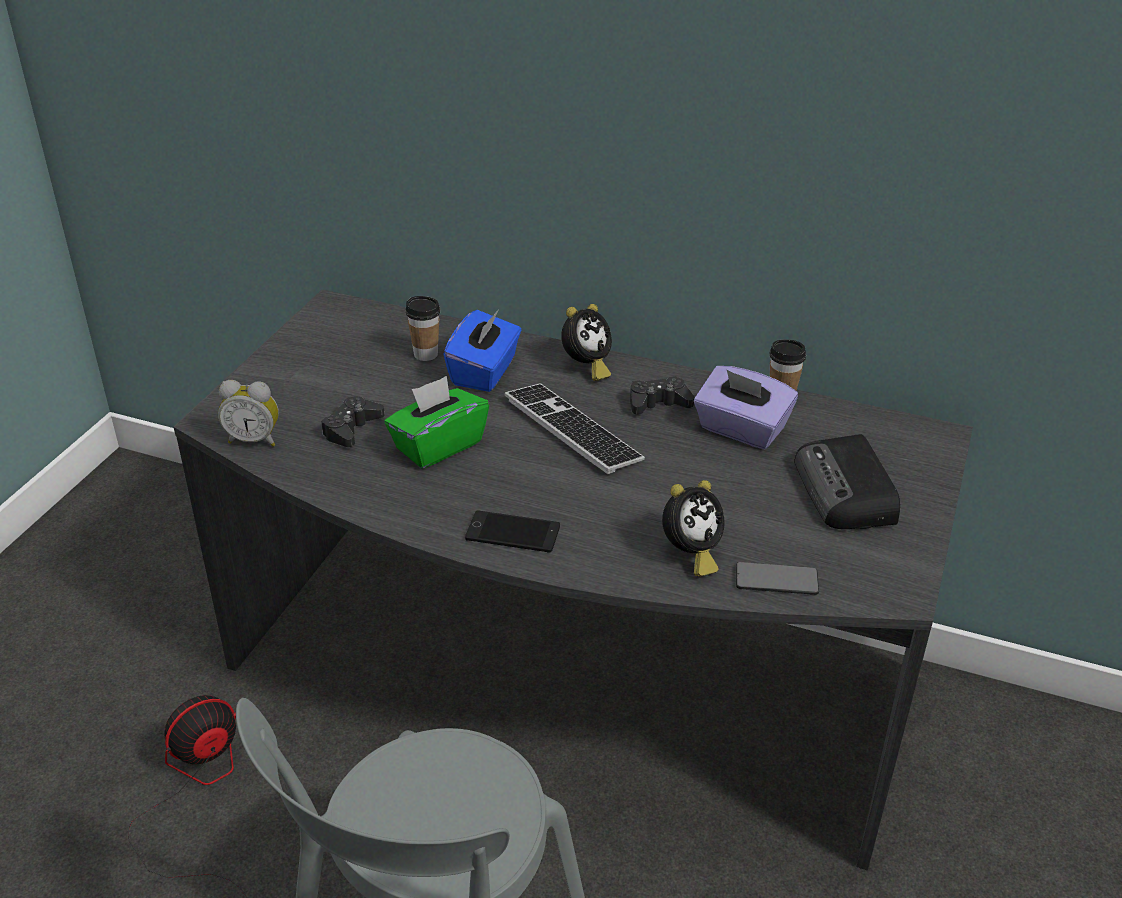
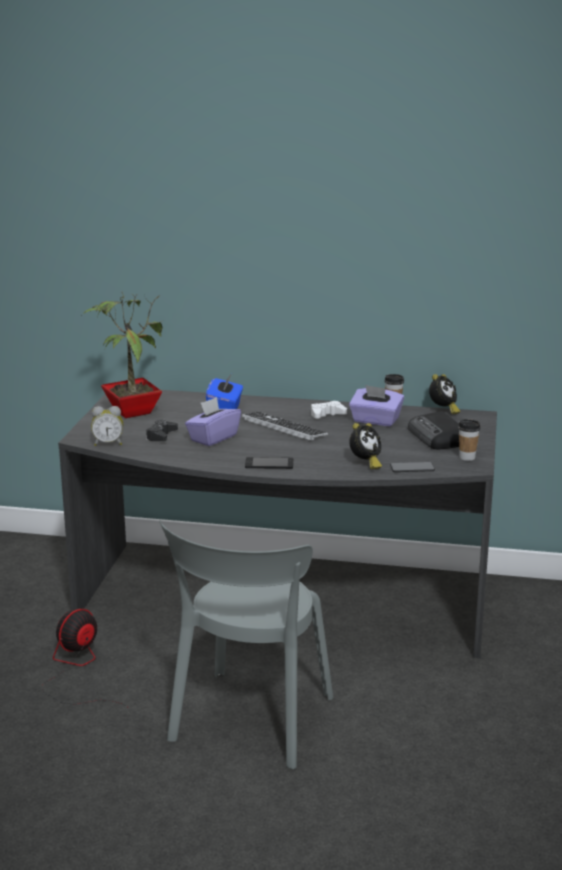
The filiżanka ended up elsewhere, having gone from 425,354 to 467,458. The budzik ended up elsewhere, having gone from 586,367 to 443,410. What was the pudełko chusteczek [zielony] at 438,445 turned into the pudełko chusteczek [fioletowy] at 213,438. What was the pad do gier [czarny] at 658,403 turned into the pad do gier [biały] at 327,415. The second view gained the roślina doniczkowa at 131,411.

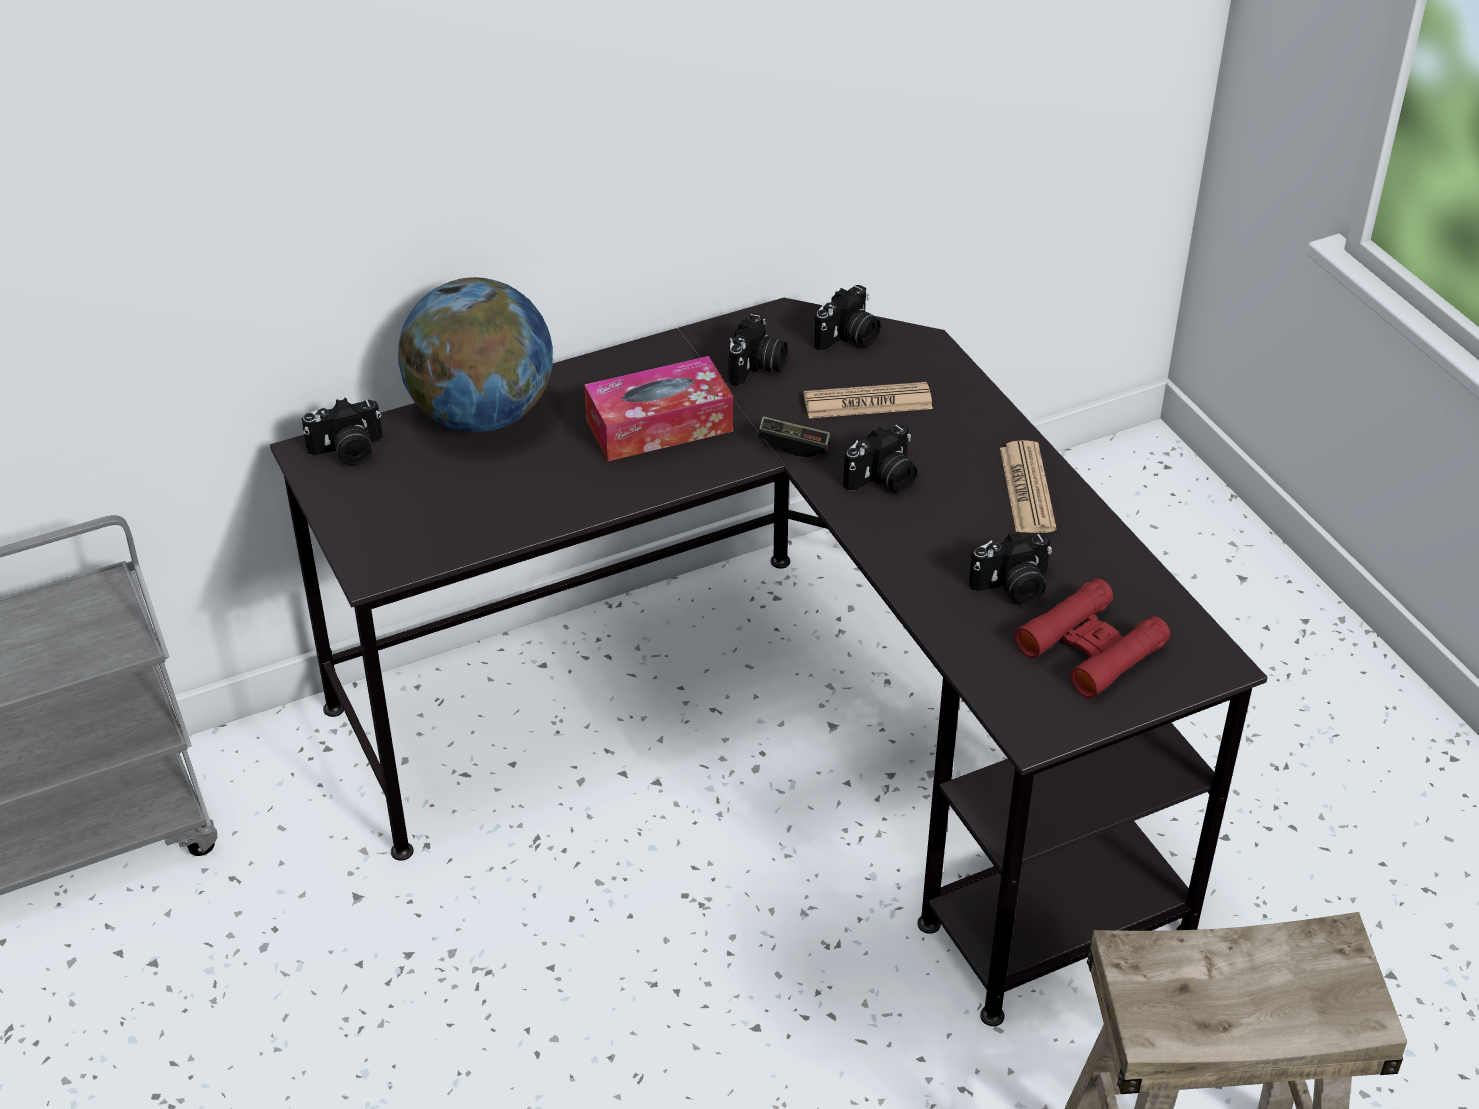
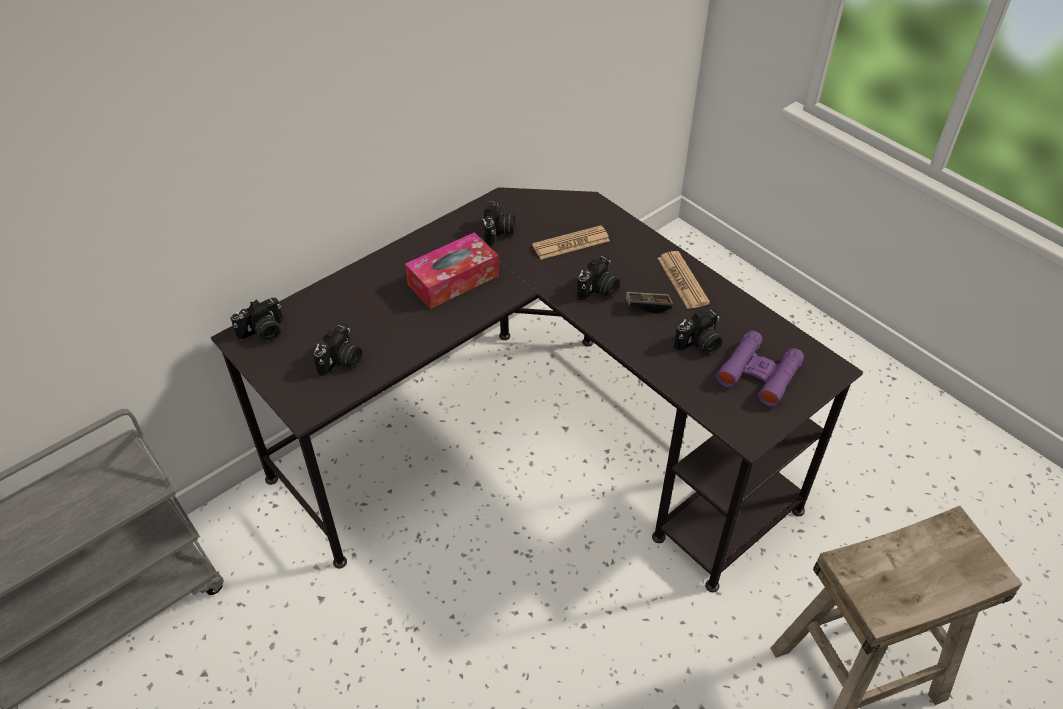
The second view lost the globus at 482,415. The aparat fotograficzny ended up elsewhere, having gone from 849,338 to 341,361. The pad do gier ended up elsewhere, having gone from 793,445 to 648,306. What was the lornetka [czerwony] at 1091,648 turned into the lornetka [fioletowy] at 759,373.

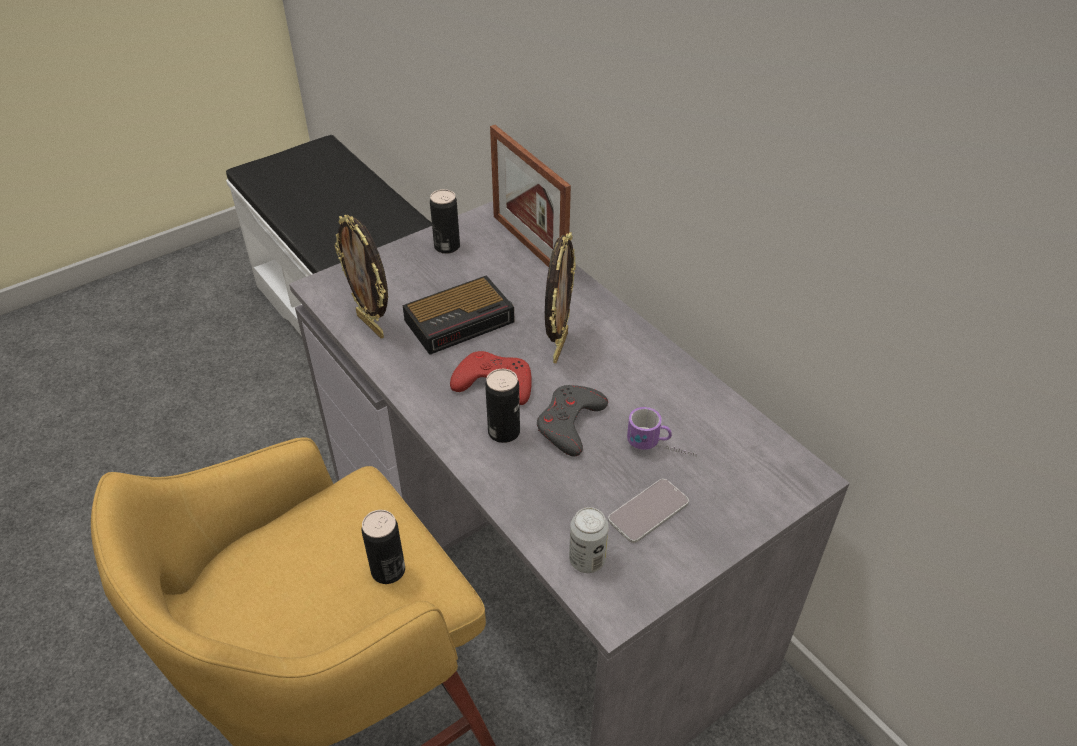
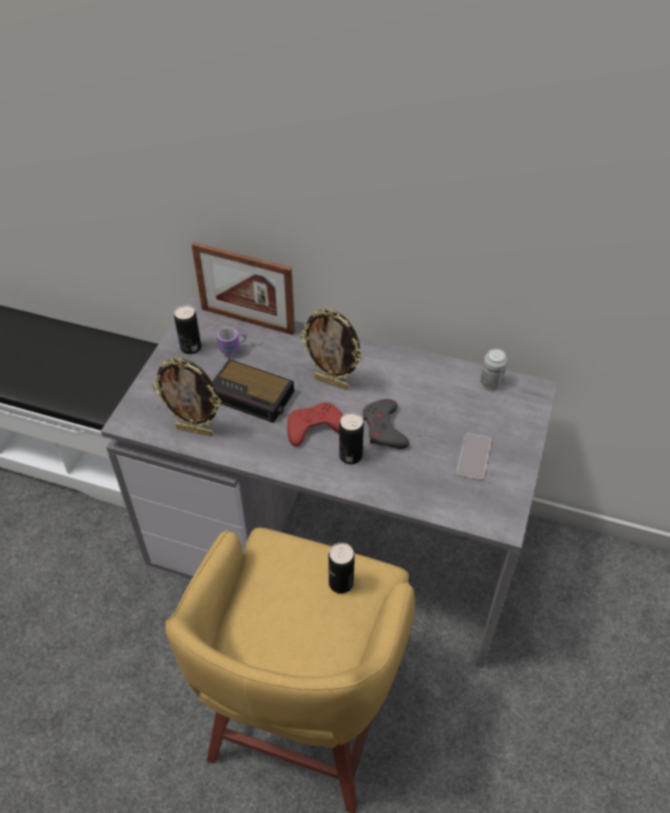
The ramka na zdjęcie at 558,347 ended up facing another way, 135 degrees clockwise from before. The budzik at 461,320 ended up facing another way, 90 degrees clockwise from before. The kubek ended up elsewhere, having gone from 661,449 to 242,349. The puszka ended up elsewhere, having gone from 587,560 to 490,383.

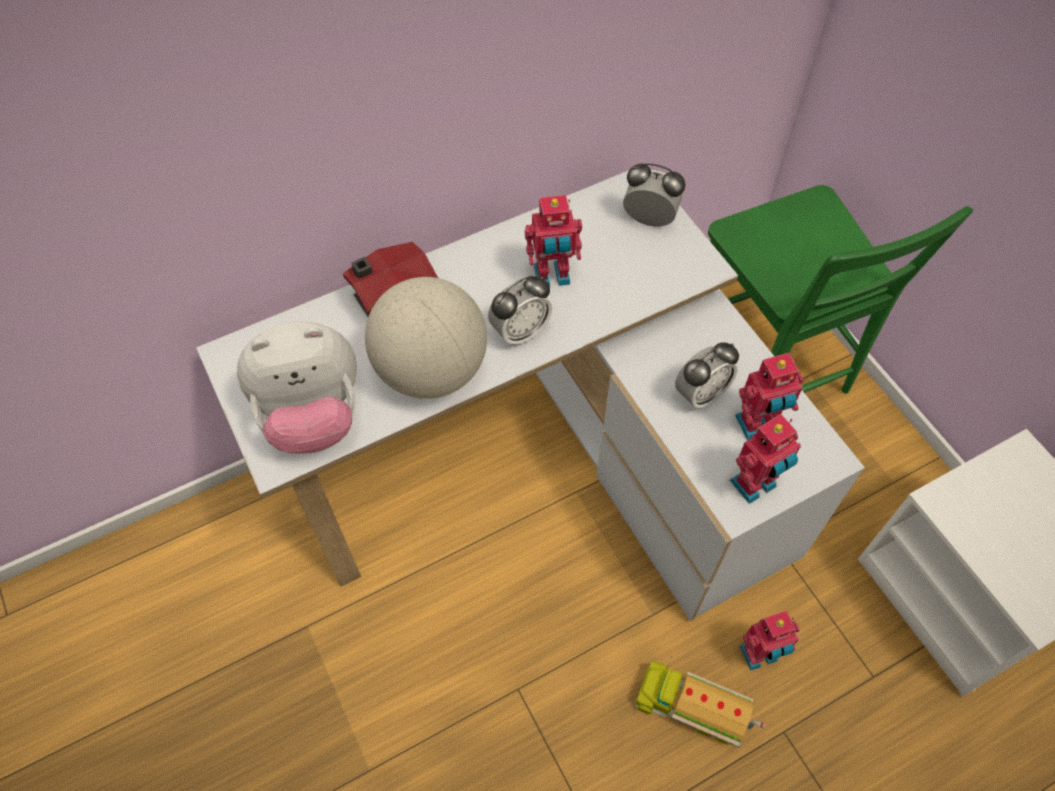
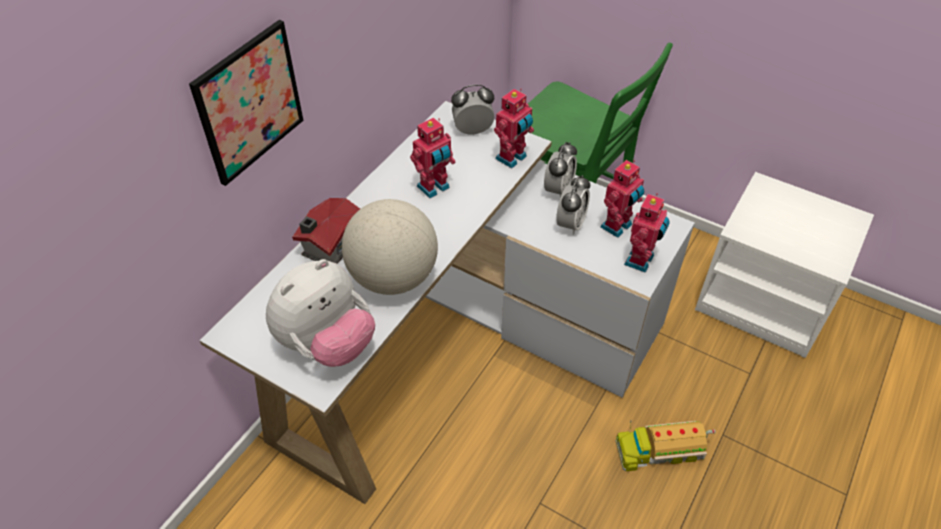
The budzik ended up elsewhere, having gone from 520,332 to 558,190. The robot zabawkowy ended up elsewhere, having gone from 759,655 to 512,158. The second view gained the obraz at 249,102.

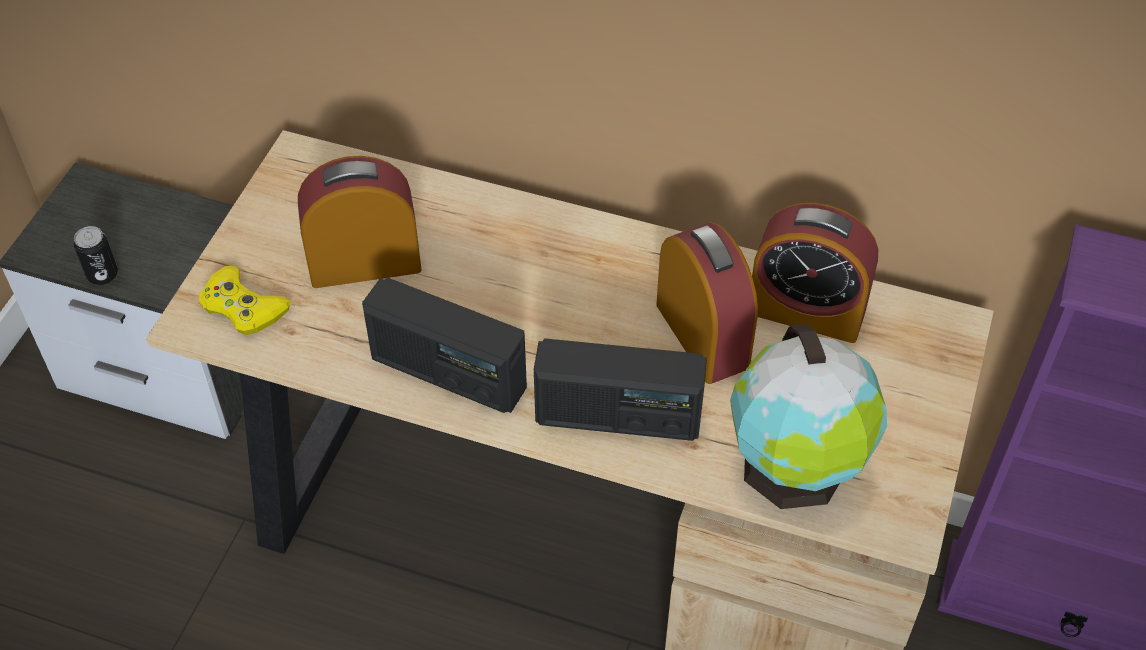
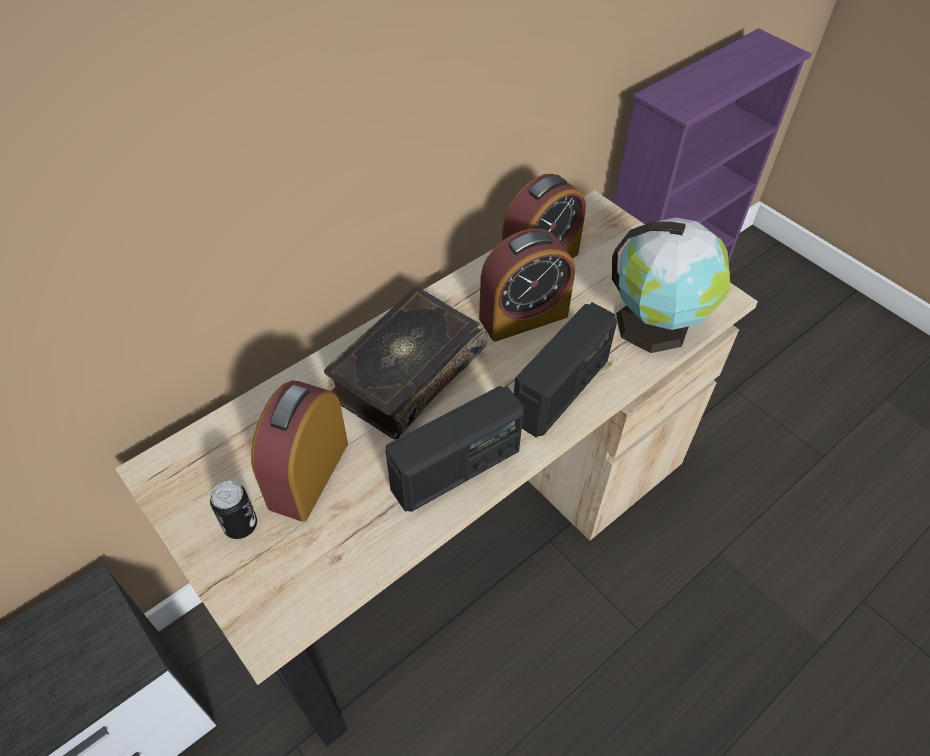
The budzik at 702,335 ended up facing another way, 150 degrees clockwise from before. The puszka ended up elsewhere, having gone from 102,275 to 240,525. The second view lost the pad do gier [żółty] at 243,307. The second view gained the książka at 406,373.

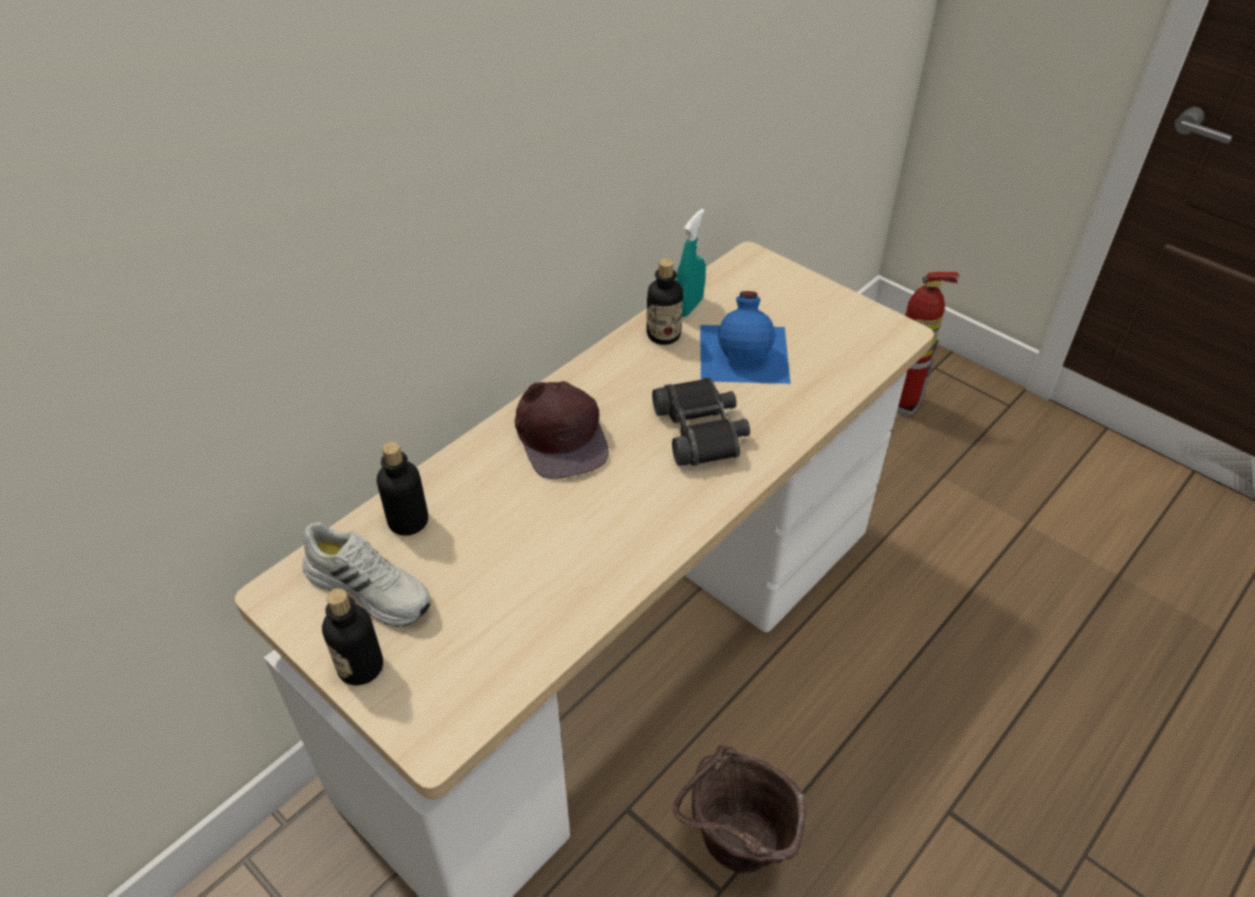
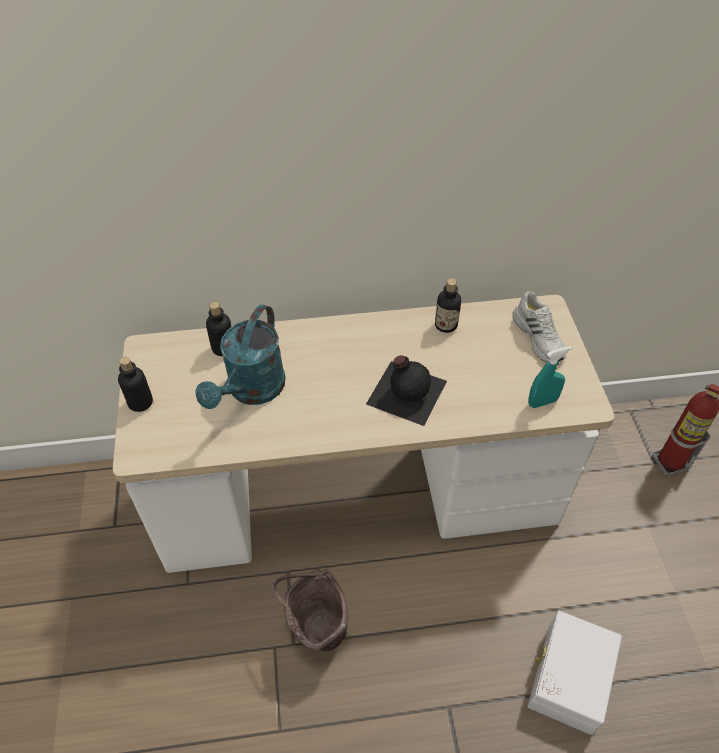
The spryskiwacz [turkusowy] ended up elsewhere, having gone from 689,307 to 542,402. The second view lost the butelka [niebieski] at 745,352. Where the lornetka [czarny] stood at 701,431, the butelka [czarny] came to stand at 406,391. The second view lost the czapka z daszkiem [brązowy] at 561,434. The but [biały] ended up elsewhere, having gone from 371,587 to 539,337. The second view gained the konewka [turkusowy] at 251,391. The second view gained the pojemnik do przechowywania [biały] at 567,677.

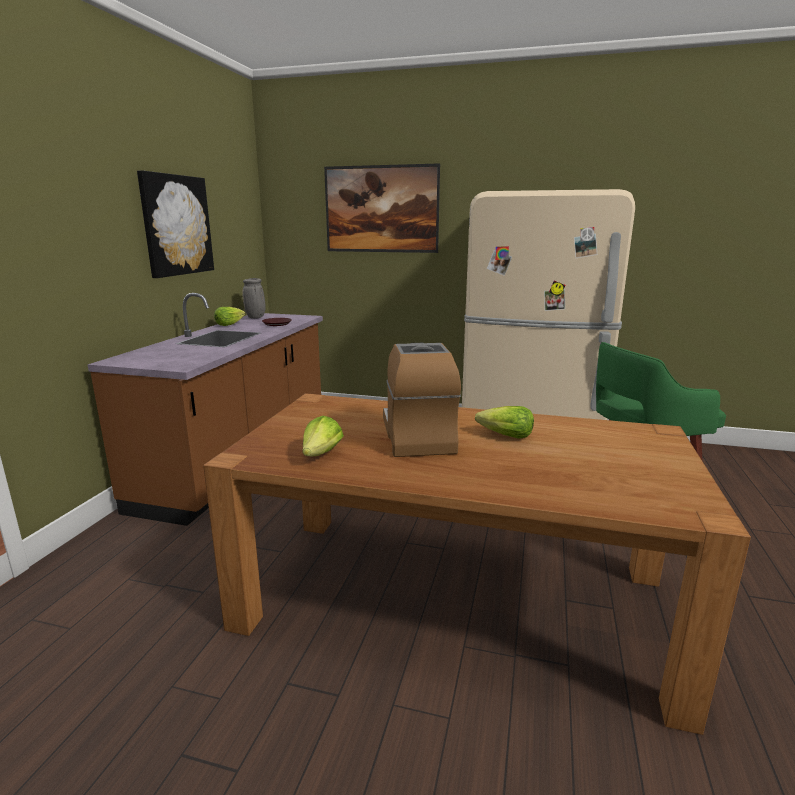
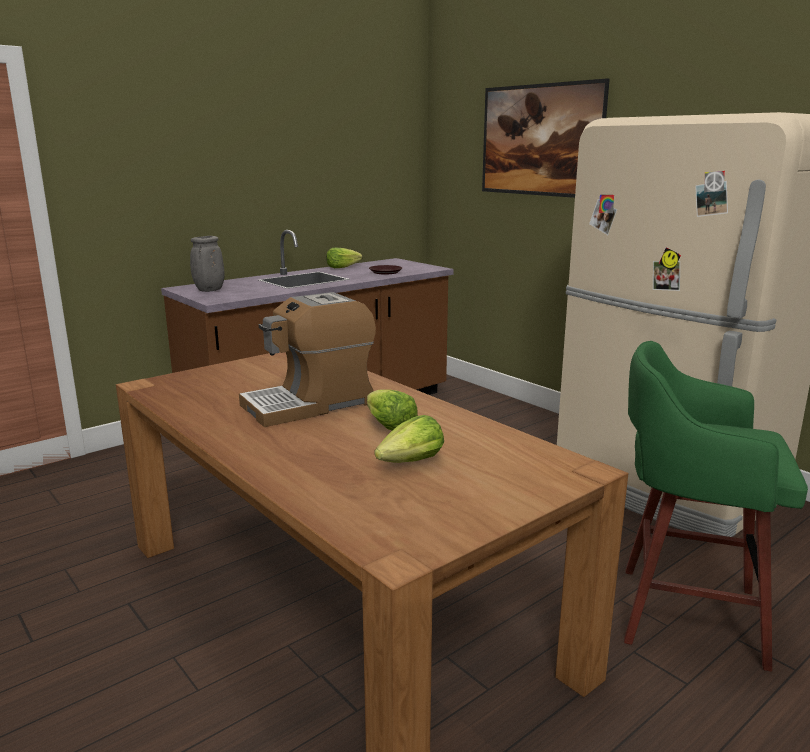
The second view lost the obraz at 176,225. The wazon [szary] ended up elsewhere, having gone from 255,318 to 209,290. The ekspres do kawy at 417,436 ended up facing another way, 150 degrees counterclockwise from before. The sałata ended up elsewhere, having gone from 321,454 to 412,462.

